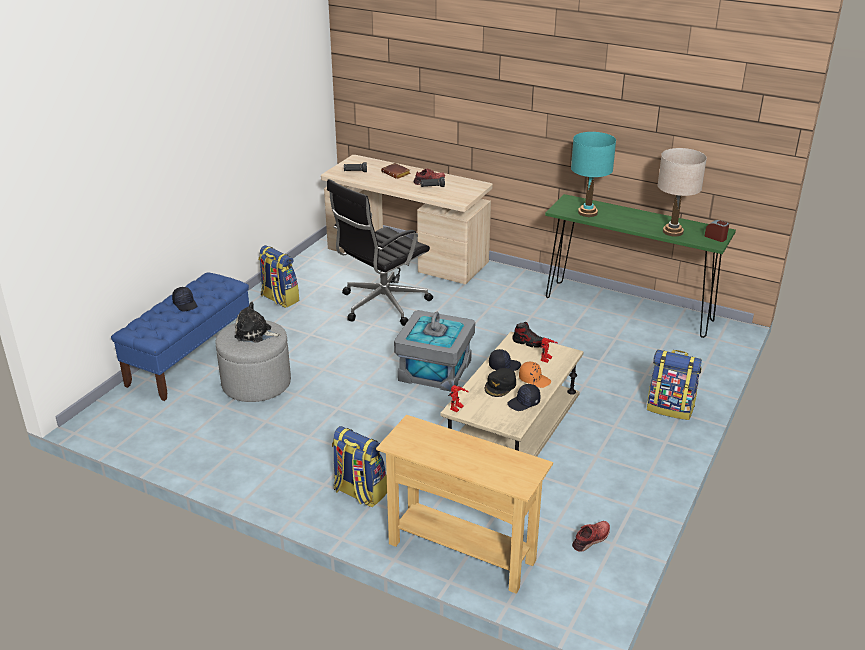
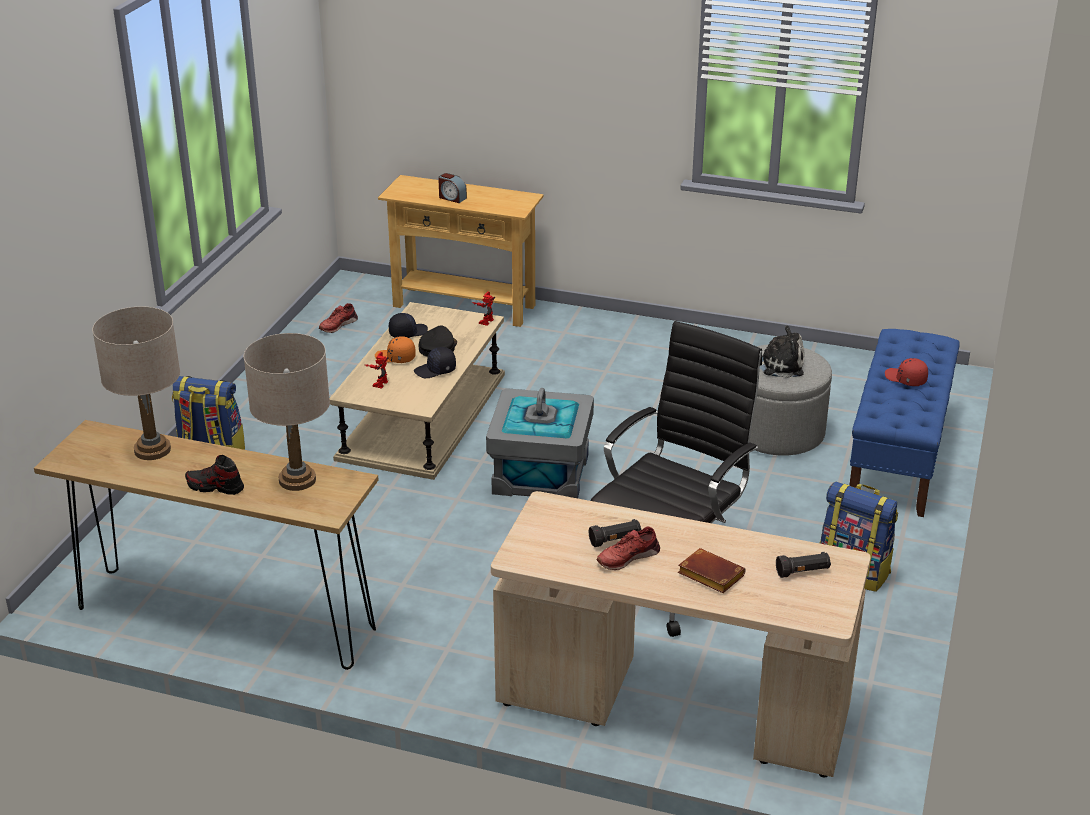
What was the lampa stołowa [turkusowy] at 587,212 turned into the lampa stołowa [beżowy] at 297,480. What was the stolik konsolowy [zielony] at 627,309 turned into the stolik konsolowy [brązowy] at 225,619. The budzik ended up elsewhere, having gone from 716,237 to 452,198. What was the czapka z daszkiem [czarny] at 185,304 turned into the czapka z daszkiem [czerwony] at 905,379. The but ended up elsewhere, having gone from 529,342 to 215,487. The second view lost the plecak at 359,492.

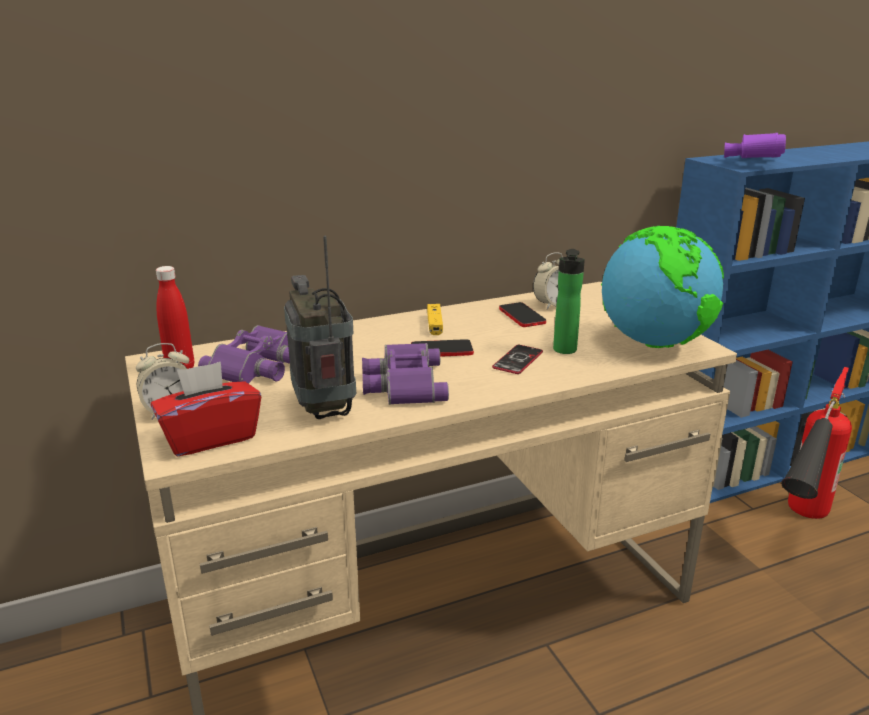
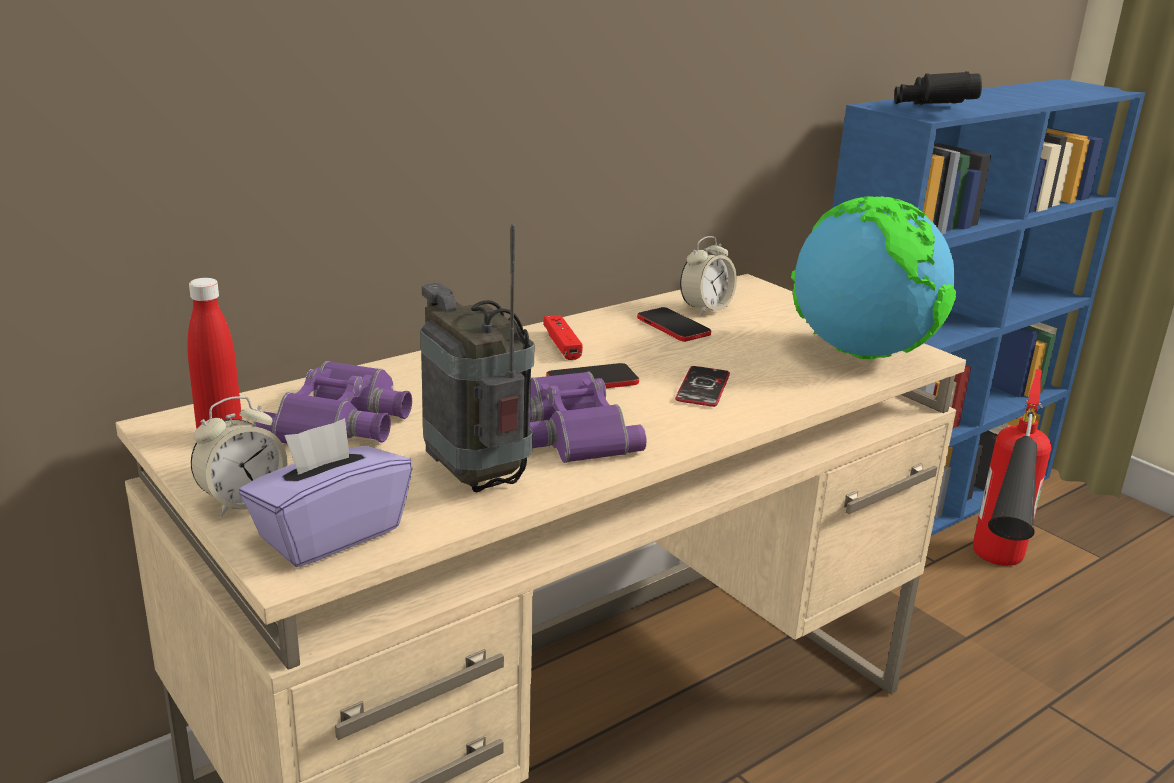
What was the lornetka [fioletowy] at 752,163 turned into the lornetka [czarny] at 933,110. The second view lost the butelka at 564,351. What was the pad do gier [żółty] at 434,324 turned into the pad do gier [czerwony] at 562,345. What was the pudełko chusteczek [czerwony] at 210,437 turned into the pudełko chusteczek [fioletowy] at 329,533.

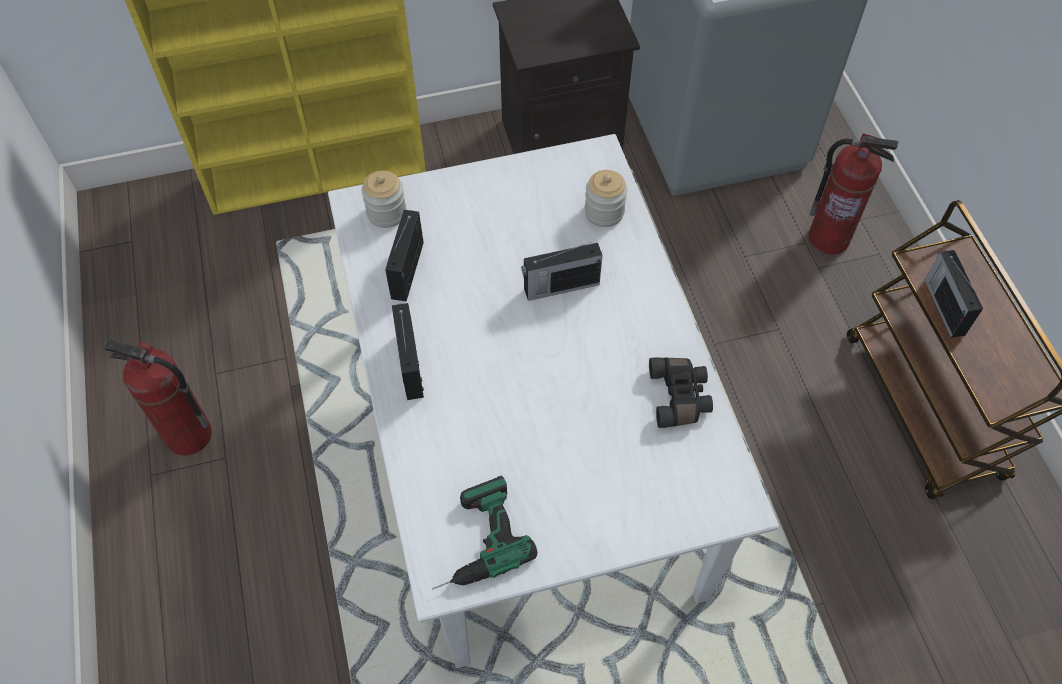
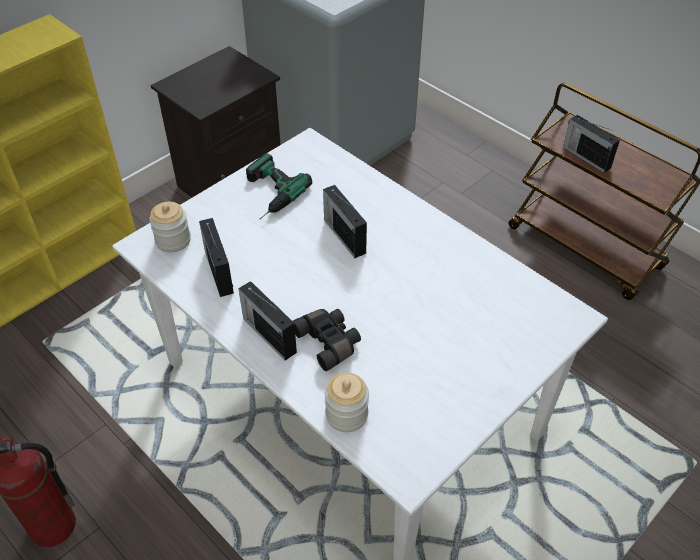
The second view lost the gaśnica at 828,238. The słoik ended up elsewhere, having gone from 604,212 to 346,414. The radio at 560,286 ended up facing another way, 105 degrees clockwise from before. The lornetka [czarny] ended up elsewhere, having gone from 680,397 to 329,342. The wiertarka ended up elsewhere, having gone from 472,541 to 267,194.

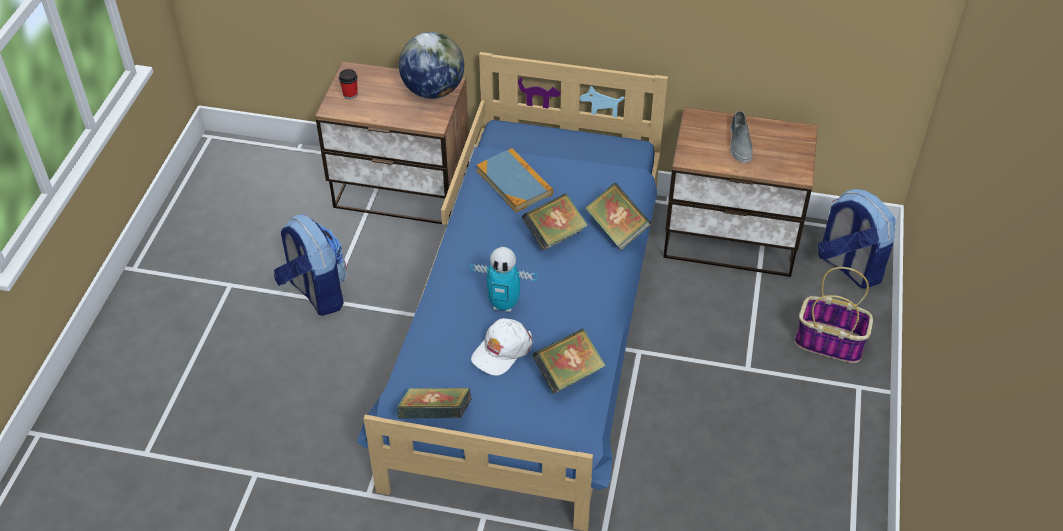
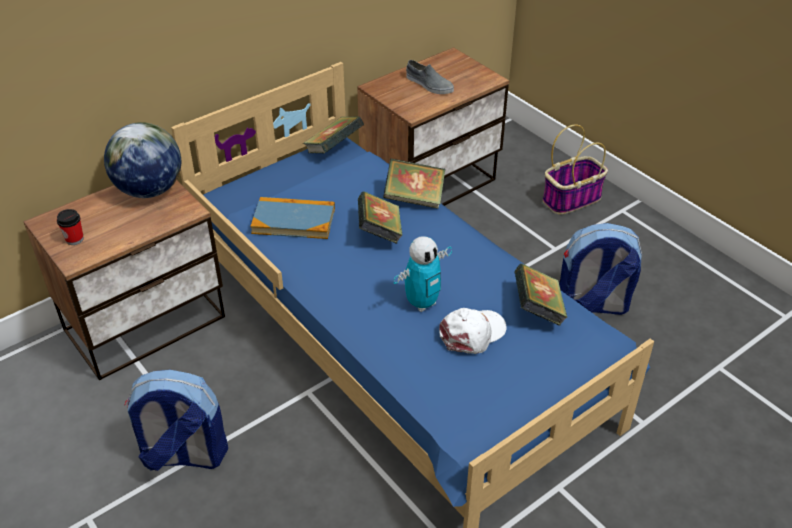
The plecak ended up elsewhere, having gone from 848,267 to 592,305. The czapka z daszkiem [biały] at 501,351 ended up facing another way, 120 degrees counterclockwise from before. The książka ended up elsewhere, having gone from 435,416 to 334,149.

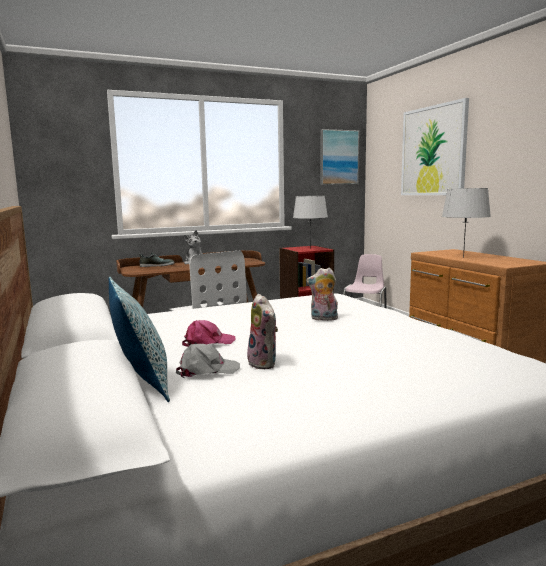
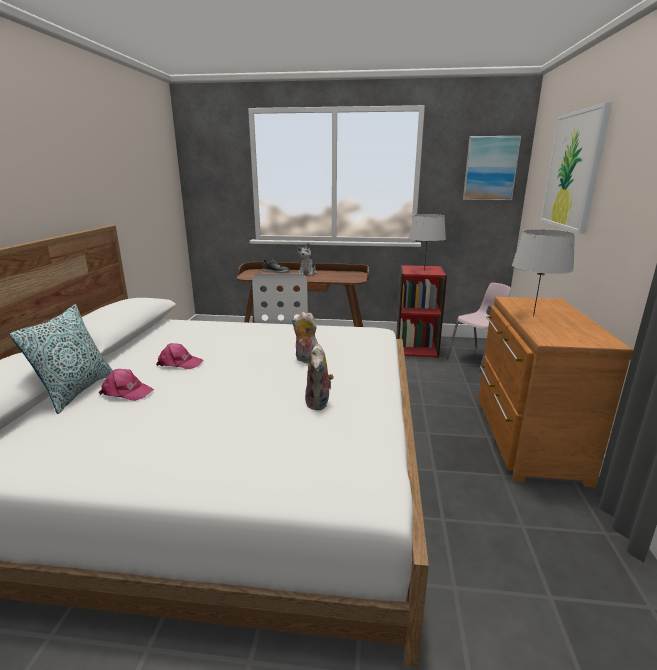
The pluszak ended up elsewhere, having gone from 264,363 to 319,404. What was the czapka z daszkiem [szary] at 207,370 turned into the czapka z daszkiem [różowy] at 127,392.

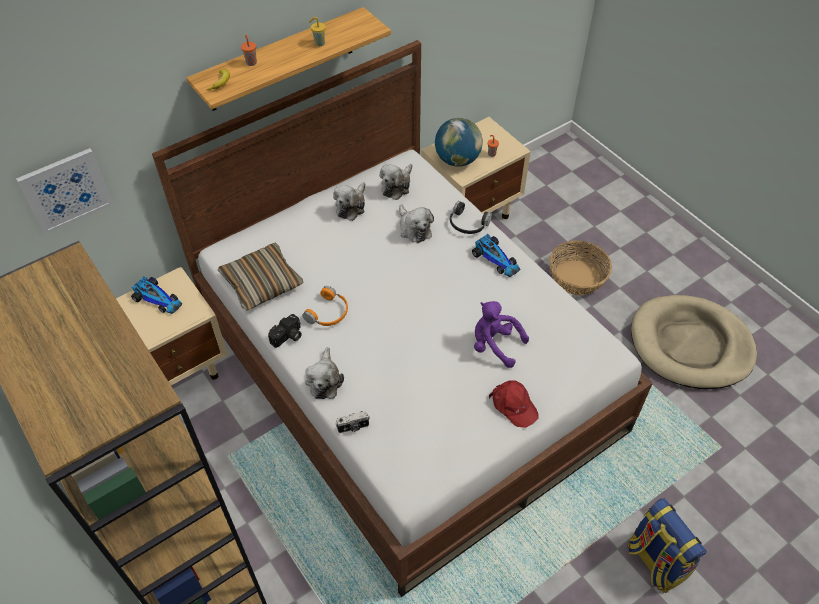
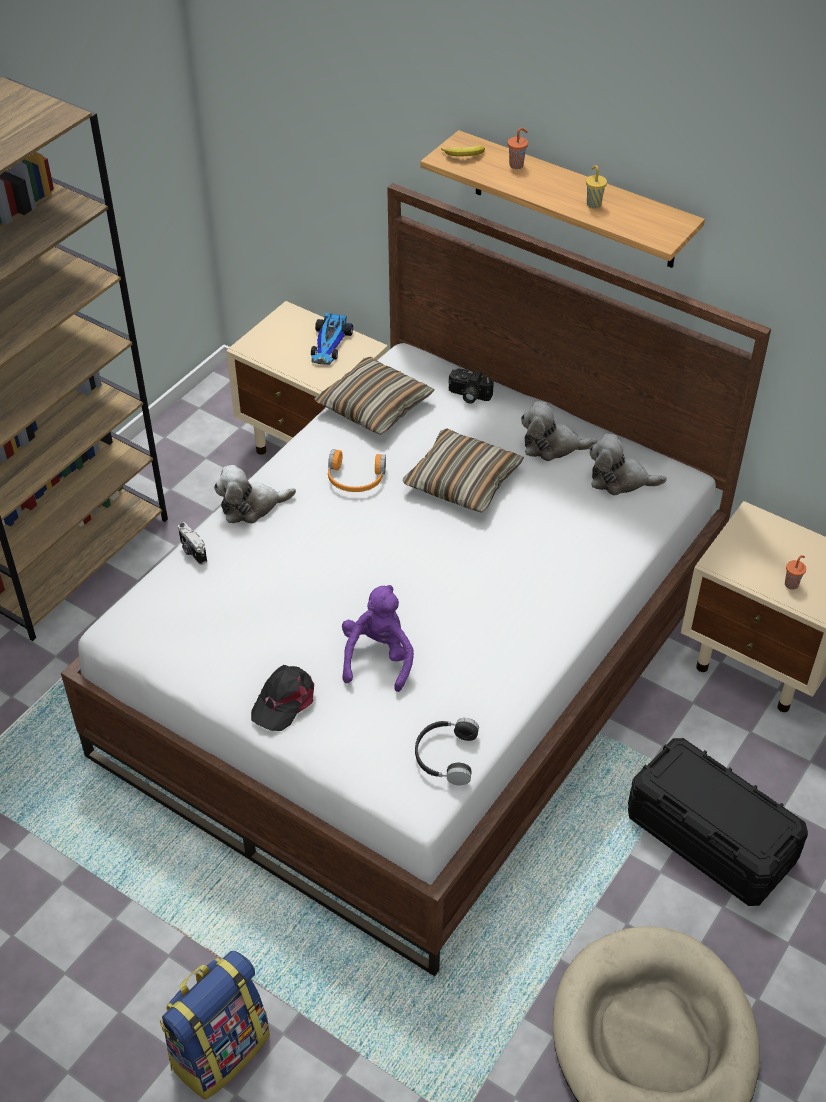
The second view lost the globus at 457,160. The second view lost the obraz at 66,190. The słuchawki [czarny] ended up elsewhere, having gone from 467,224 to 445,756. The second view lost the pluszak at 414,229. The second view lost the samochodzik at 496,259. Where the koszyk stood at 577,277, the pojemnik do przechowywania [czarny] came to stand at 710,838. The aparat fotograficzny ended up elsewhere, having gone from 288,337 to 468,395. What was the czapka z daszkiem [czerwony] at 513,405 turned into the czapka z daszkiem [czarny] at 284,700. The second view gained the poduszka at 462,481.

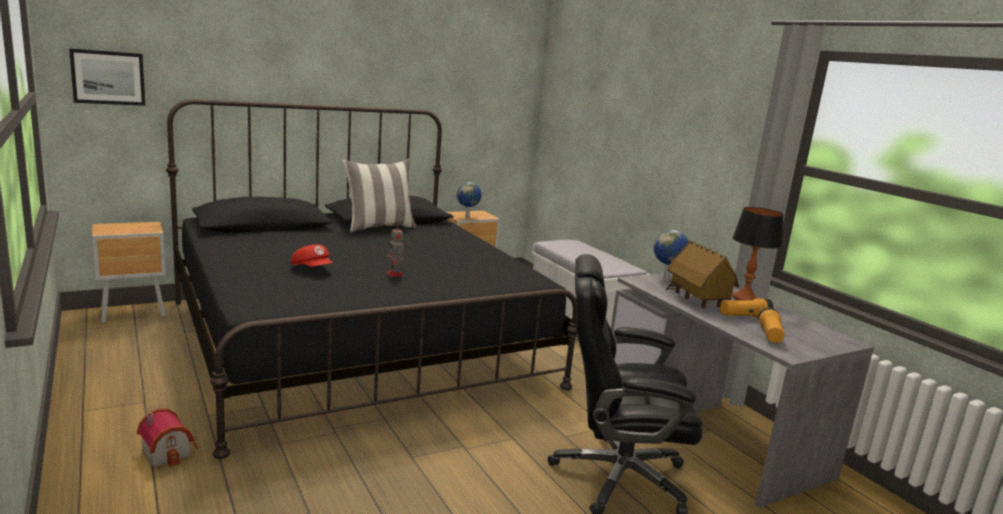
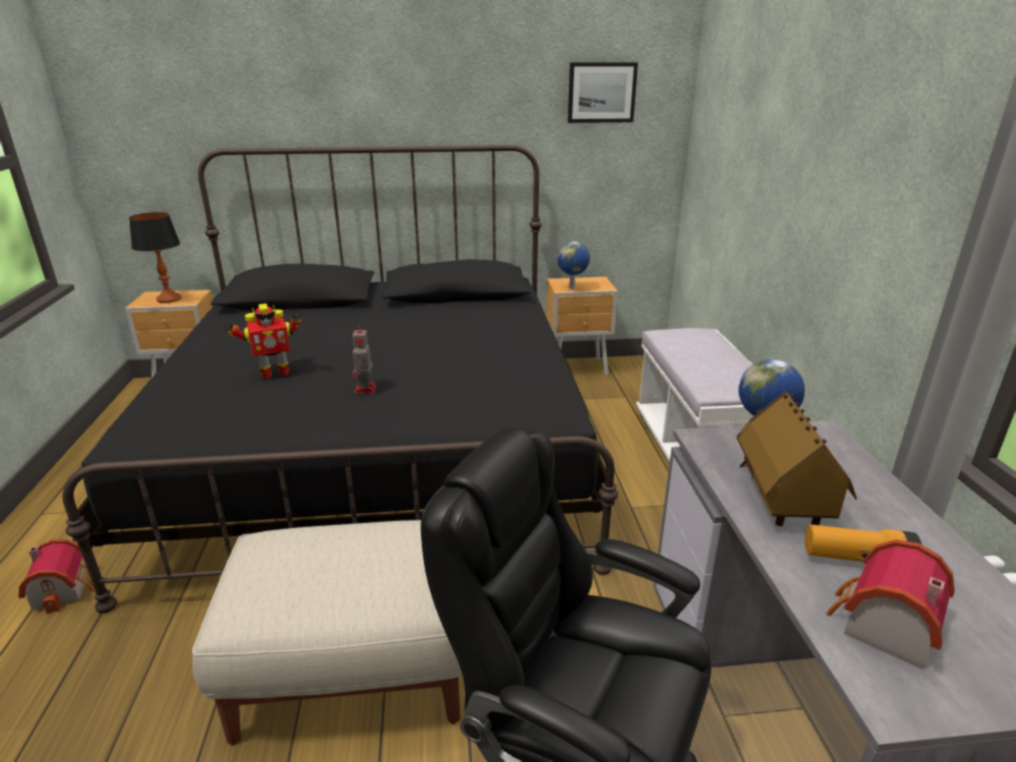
The obraz ended up elsewhere, having gone from 108,77 to 601,92. The second view lost the poduszka at 379,227. The lampa stołowa ended up elsewhere, having gone from 744,298 to 168,299. Where the czapka z daszkiem [czerwony] stood at 312,269, the robot zabawkowy came to stand at 274,373. Where the latarka stood at 769,335, the domek came to stand at 882,627. The second view gained the pufa [beżowy] at 354,668.

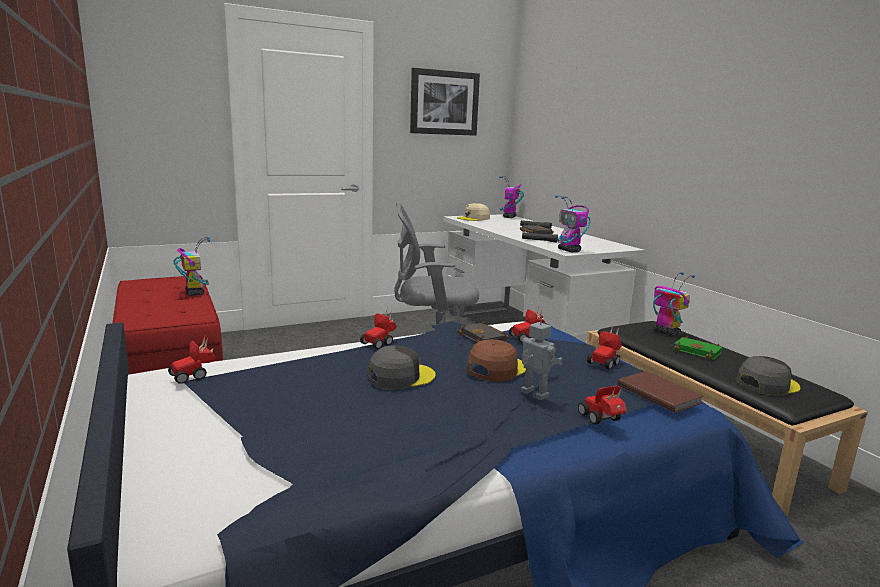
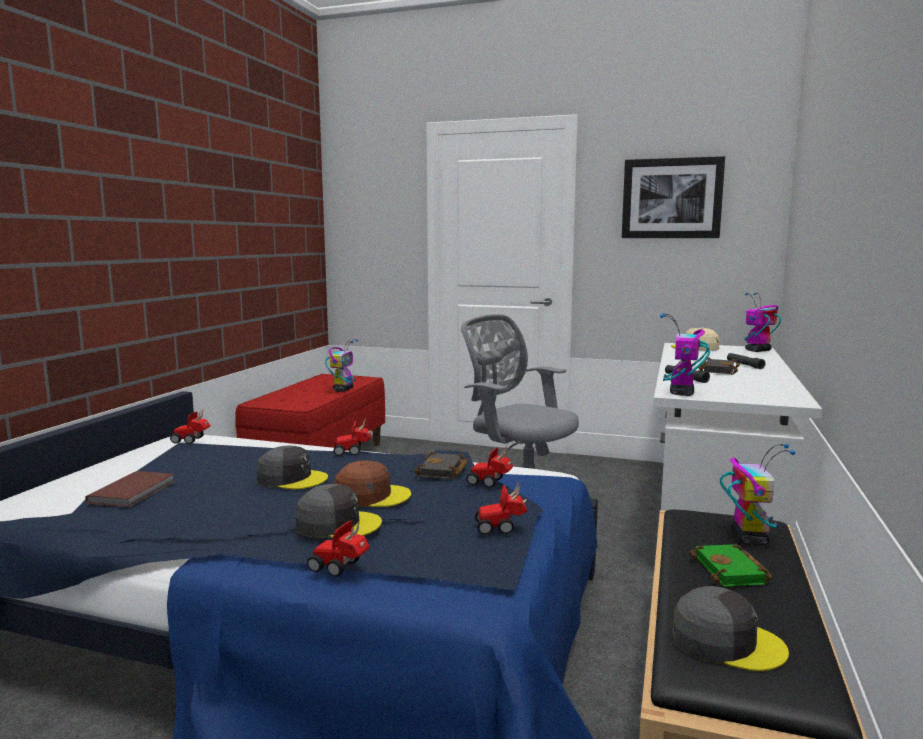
Where the robot zabawkowy stood at 533,394, the czapka z daszkiem [szary] came to stand at 337,524. The książka [brązowy] ended up elsewhere, having gone from 659,393 to 134,491. The samochodzik at 602,420 ended up facing another way, 90 degrees counterclockwise from before.

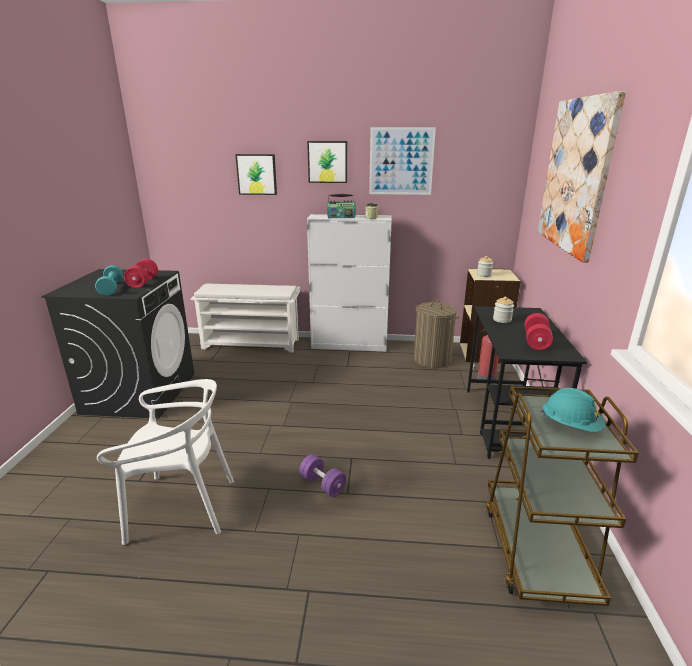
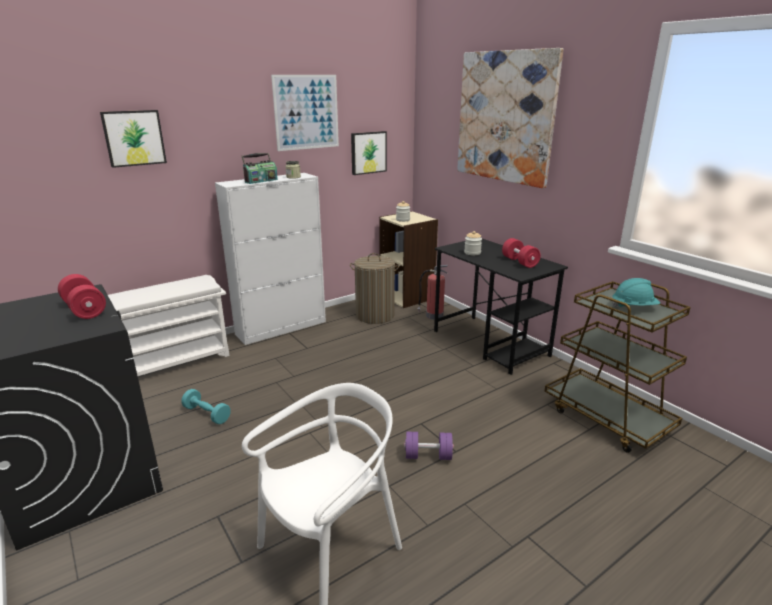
The obraz ended up elsewhere, having gone from 327,162 to 368,152. The hantel [turkusowy] ended up elsewhere, having gone from 111,288 to 207,414.

